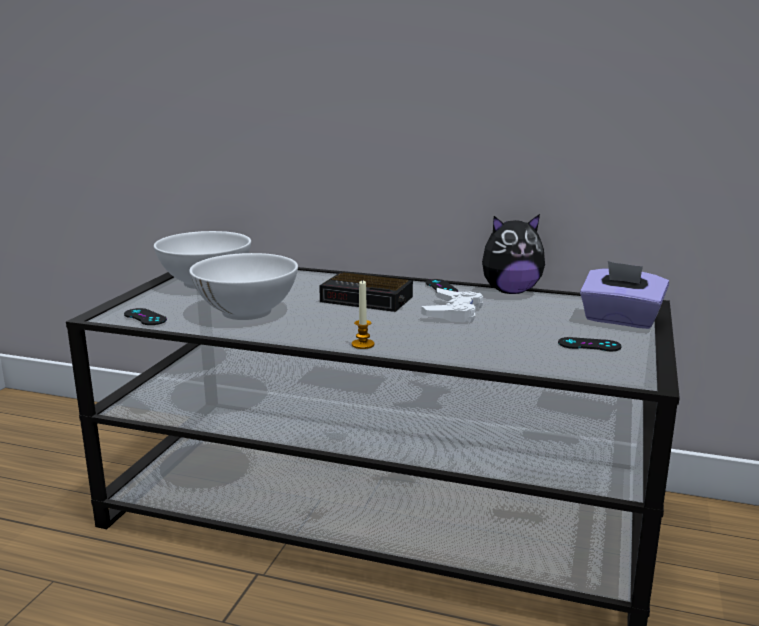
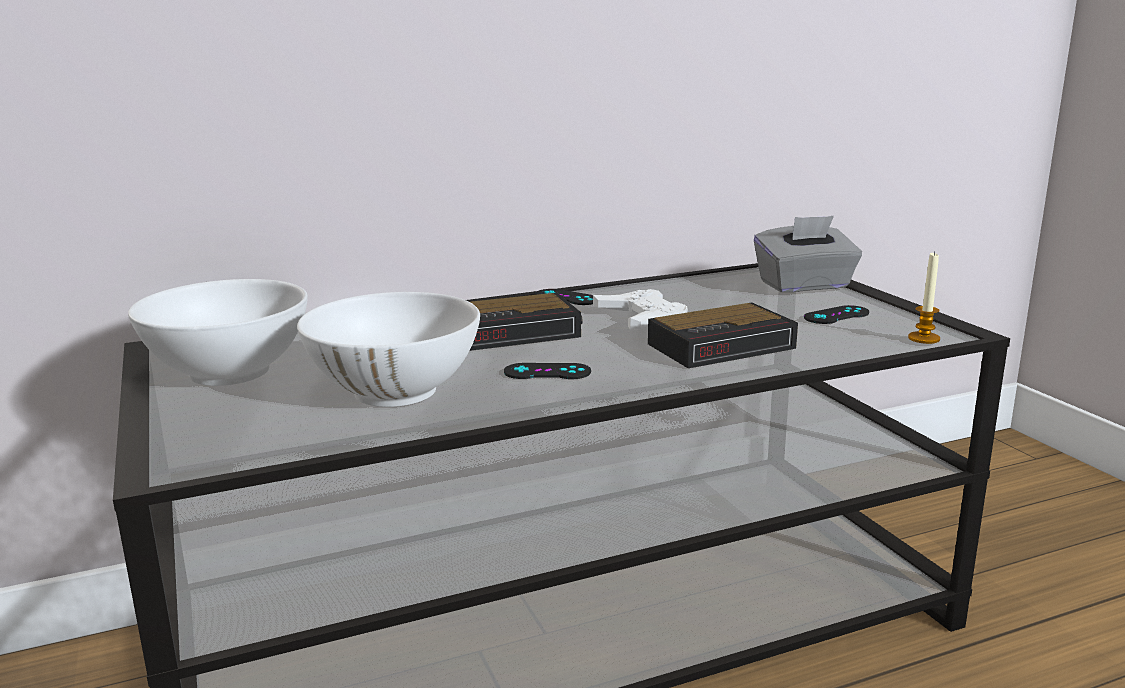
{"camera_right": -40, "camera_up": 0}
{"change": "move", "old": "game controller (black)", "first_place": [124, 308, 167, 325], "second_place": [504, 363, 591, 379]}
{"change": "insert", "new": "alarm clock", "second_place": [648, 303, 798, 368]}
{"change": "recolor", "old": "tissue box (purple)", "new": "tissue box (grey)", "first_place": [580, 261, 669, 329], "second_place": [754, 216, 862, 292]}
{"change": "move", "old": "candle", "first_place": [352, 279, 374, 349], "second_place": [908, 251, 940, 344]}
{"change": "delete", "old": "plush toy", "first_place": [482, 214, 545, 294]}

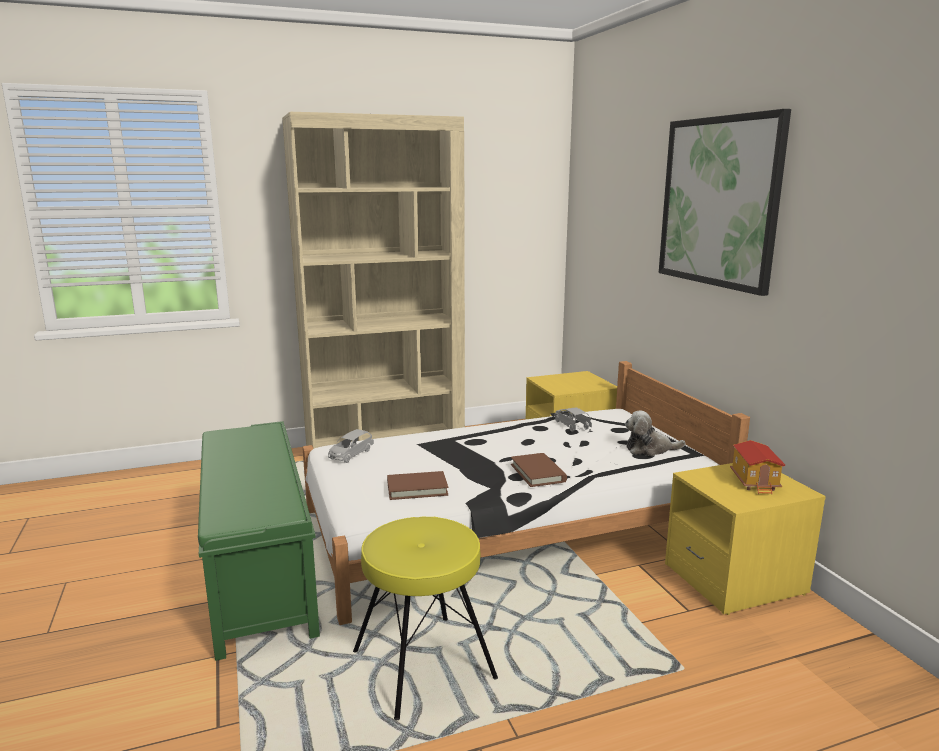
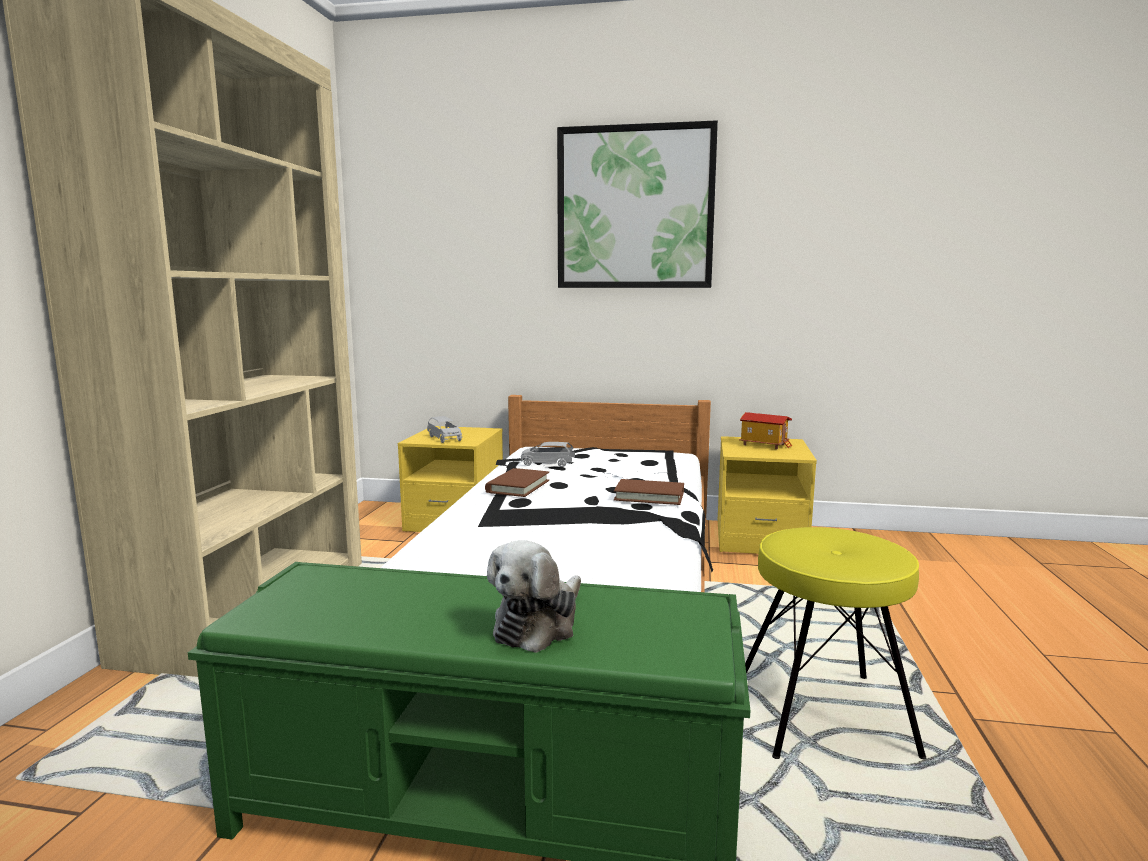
{"camera_right": -60, "camera_up": -5}
{"change": "move", "old": "toy car (grey)", "first_place": [328, 429, 374, 463], "second_place": [427, 416, 462, 443]}
{"change": "move", "old": "book (brown)", "first_place": [387, 471, 448, 500], "second_place": [485, 468, 549, 497]}
{"change": "move", "old": "plush toy", "first_place": [625, 411, 685, 456], "second_place": [487, 540, 581, 653]}

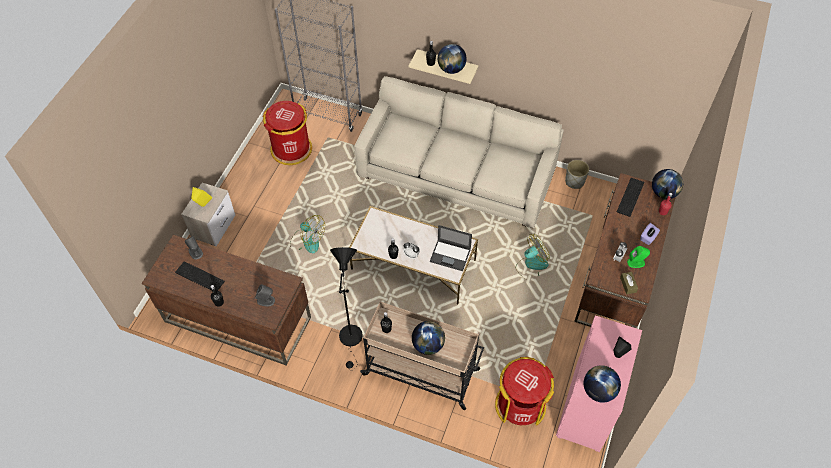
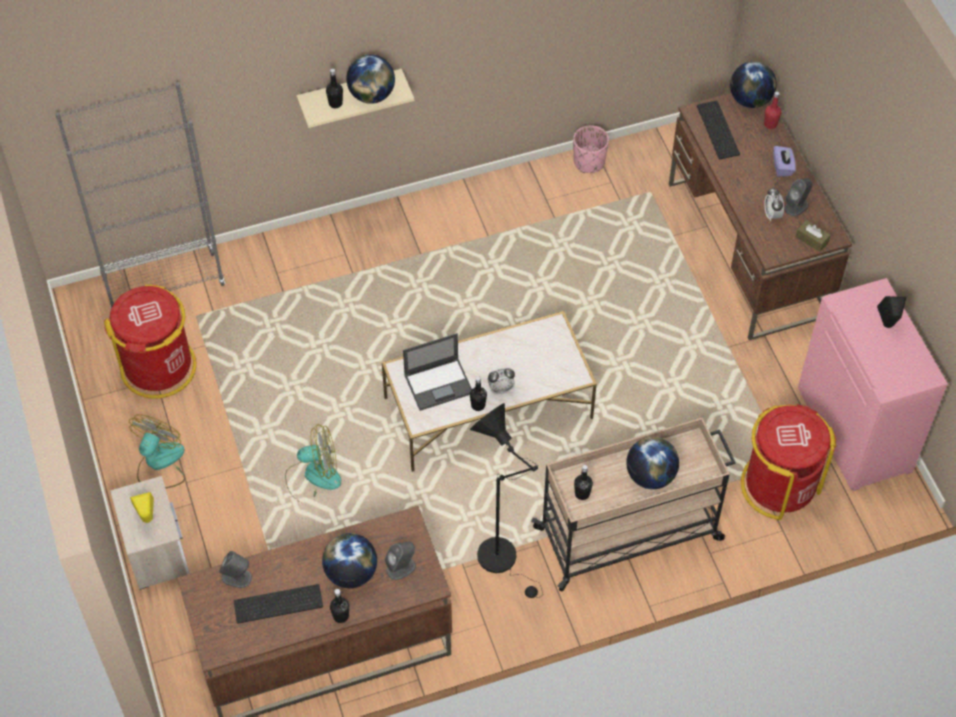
{"camera_right": -40, "camera_up": 0}
{"change": "move", "old": "fan", "first_place": [516, 234, 550, 278], "second_place": [129, 414, 185, 488]}
{"change": "move", "old": "globe", "first_place": [584, 365, 621, 402], "second_place": [322, 533, 377, 588]}
{"change": "move", "old": "laptop", "first_place": [430, 225, 472, 271], "second_place": [403, 333, 472, 411]}
{"change": "recolor", "old": "planter (grey)", "new": "planter (pink)", "first_place": [565, 160, 589, 189], "second_place": [573, 125, 609, 173]}
{"change": "recolor", "old": "speaker (green)", "new": "speaker (grey)", "first_place": [627, 246, 650, 268], "second_place": [784, 178, 813, 216]}
{"change": "delete", "old": "sofa (beige)", "first_place": [354, 76, 564, 228]}

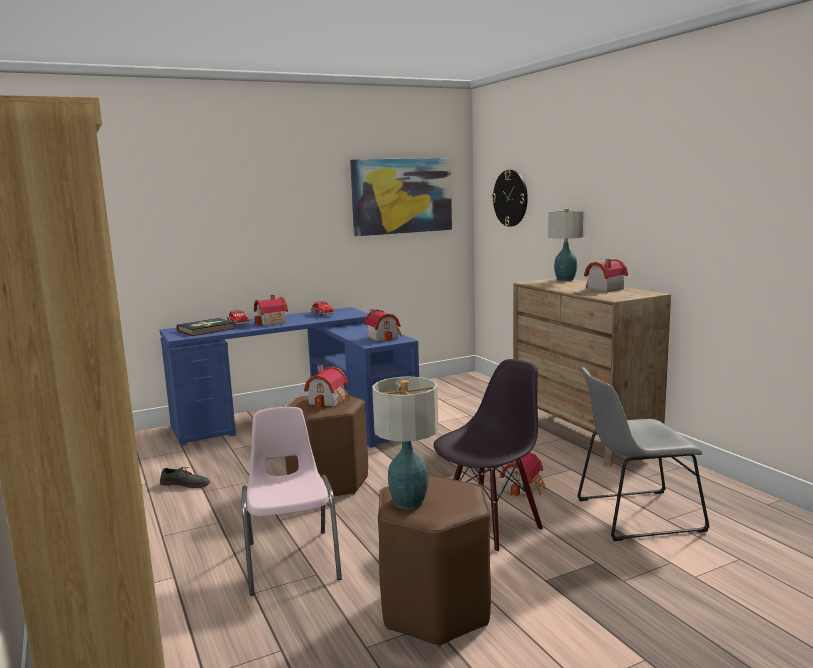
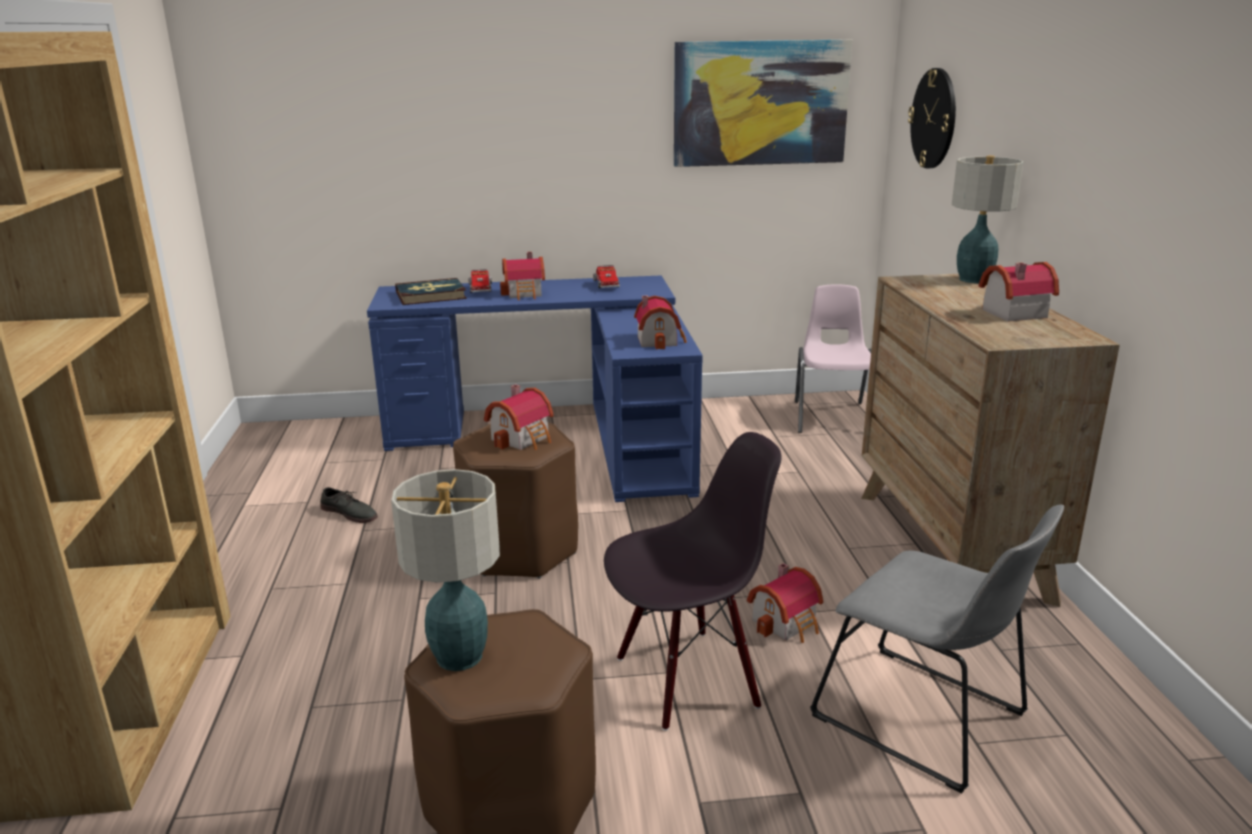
{"camera_right": 20, "camera_up": 10}
{"change": "move", "old": "chair (pink)", "first_place": [242, 407, 342, 596], "second_place": [795, 284, 871, 433]}
{"change": "rotate", "old": "chair (grey)", "first_place": [577, 367, 710, 541], "second_place": [810, 505, 1064, 794], "degrees": -150}

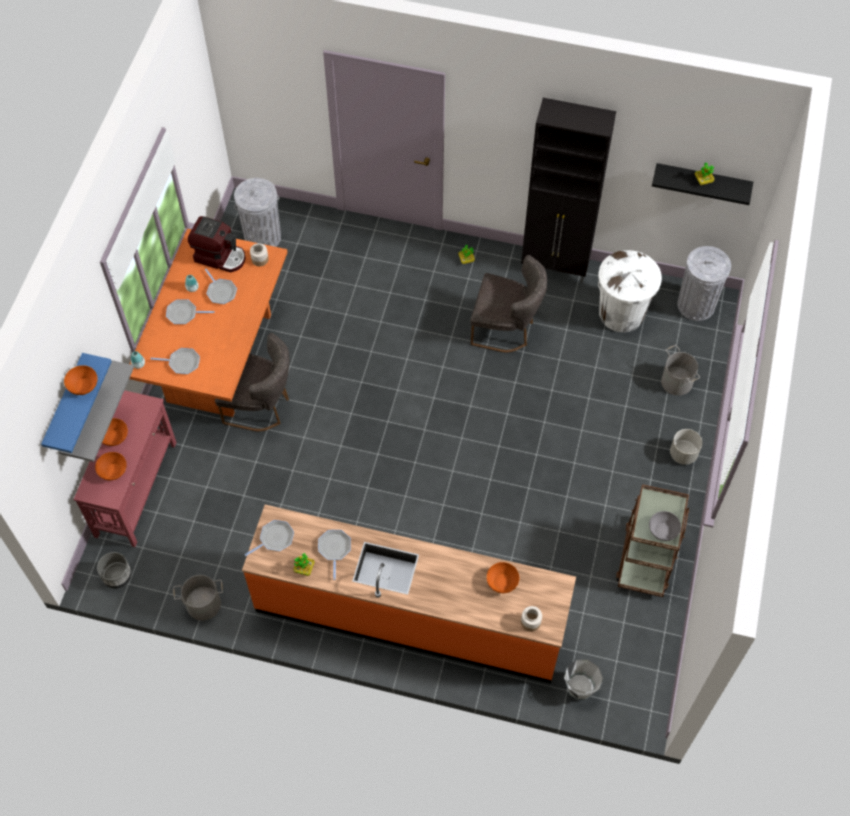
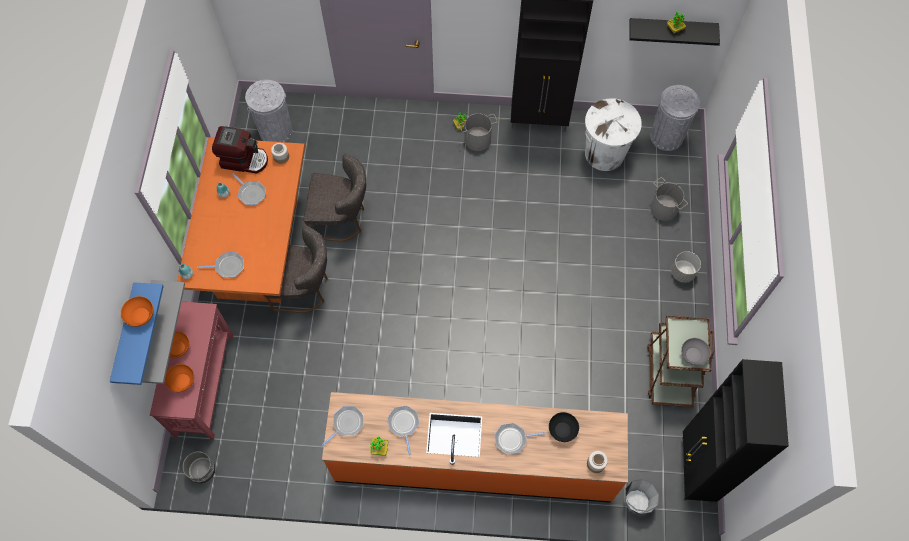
{"camera_right": -10, "camera_up": 5}
{"change": "move", "old": "chair (grey)", "first_place": [471, 255, 547, 353], "second_place": [303, 153, 366, 241]}
{"change": "move", "old": "bucket (grey)", "first_place": [173, 575, 223, 620], "second_place": [459, 113, 498, 151]}
{"change": "move", "old": "frying pan", "first_place": [166, 299, 215, 324], "second_place": [494, 423, 545, 454]}
{"change": "recolor", "old": "bowl (orange)", "new": "bowl (black)", "first_place": [487, 562, 519, 593], "second_place": [549, 412, 579, 442]}
{"change": "insert", "new": "cabinet (black)", "second_place": [682, 359, 789, 503]}

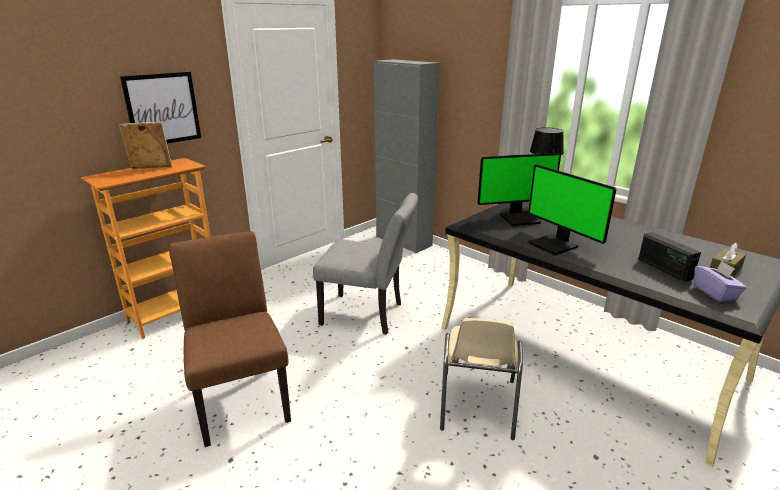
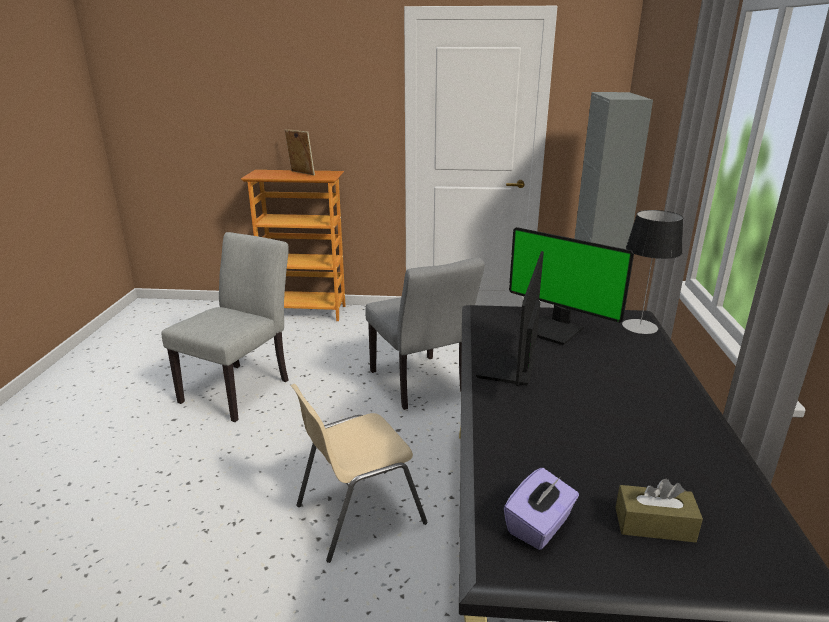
{"camera_right": 50, "camera_up": 0}
{"change": "recolor", "old": "chair (brown)", "new": "chair (grey)", "first_place": [169, 231, 291, 447], "second_place": [161, 232, 289, 422]}
{"change": "delete", "old": "picture", "first_place": [120, 72, 201, 144]}
{"change": "delete", "old": "radio", "first_place": [638, 232, 701, 282]}

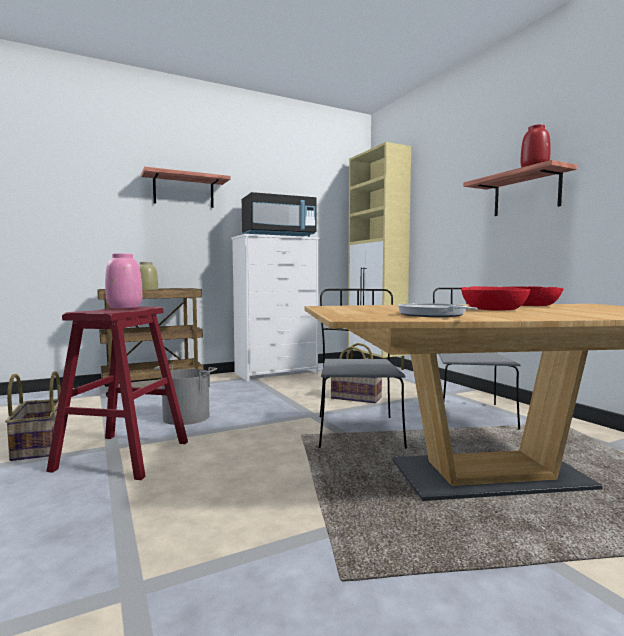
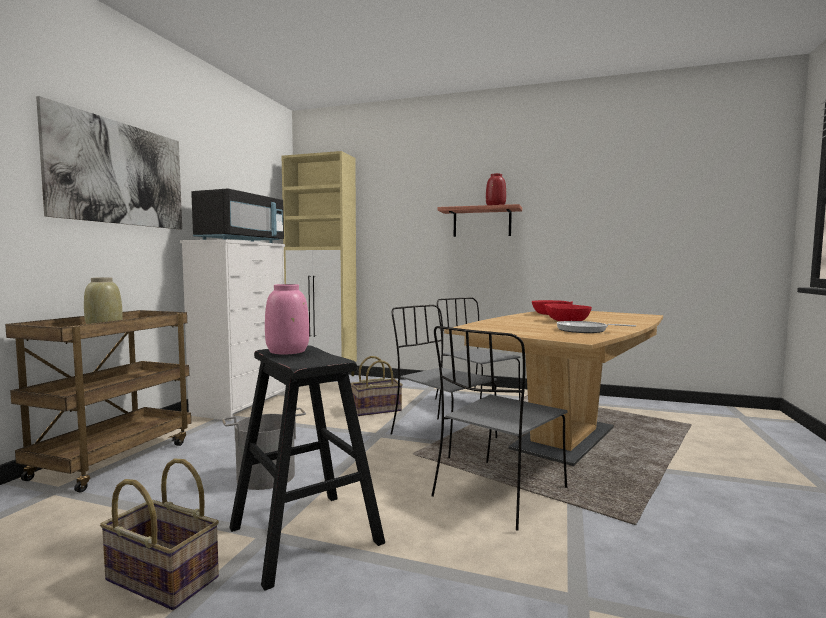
{"camera_right": -45, "camera_up": 0}
{"change": "replace", "old": "shelf", "new": "picture", "first_place": [141, 167, 230, 208], "second_place": [36, 96, 182, 229]}
{"change": "recolor", "old": "stool (red)", "new": "stool (black)", "first_place": [46, 306, 188, 480], "second_place": [229, 345, 385, 591]}
{"change": "insert", "new": "chair (grey)", "second_place": [431, 326, 567, 531]}

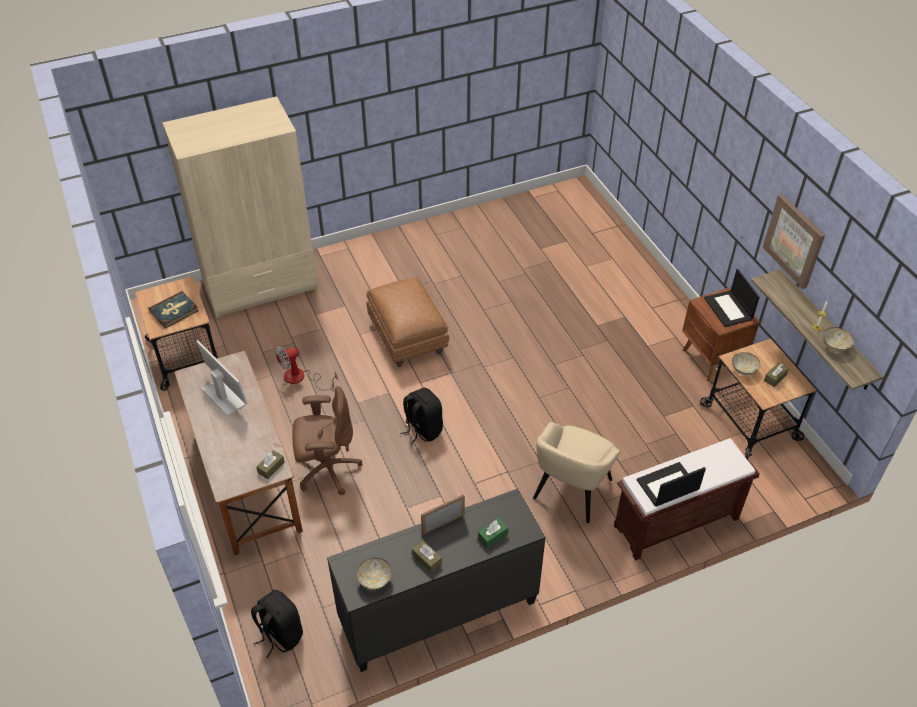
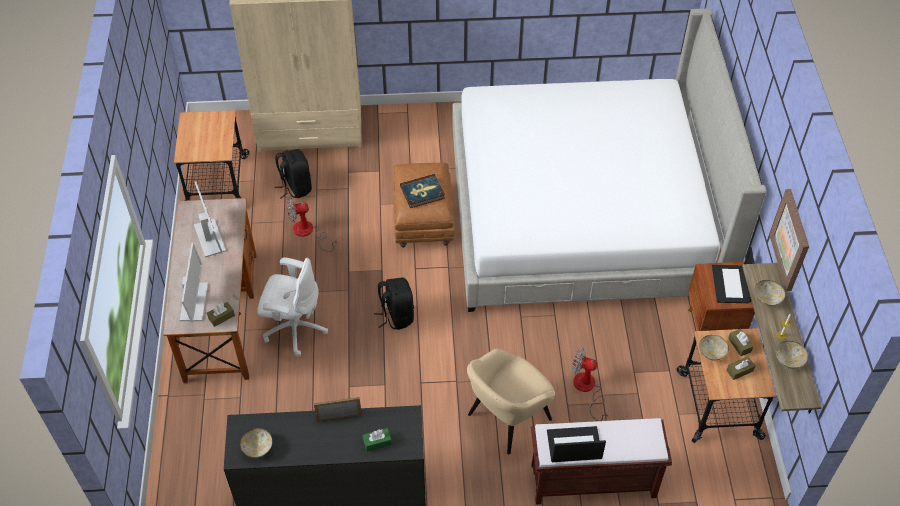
{"camera_right": 20, "camera_up": 5}
{"change": "insert", "new": "monitor", "second_place": [180, 243, 208, 322]}
{"change": "recolor", "old": "office chair (brown)", "new": "office chair (white)", "first_place": [292, 386, 362, 495], "second_place": [257, 258, 328, 356]}
{"change": "move", "old": "backpack (black)", "first_place": [251, 590, 303, 658], "second_place": [275, 149, 312, 198]}
{"change": "move", "old": "book", "first_place": [149, 291, 199, 328], "second_place": [400, 174, 445, 208]}
{"change": "insert", "new": "bed", "second_place": [453, 8, 767, 312]}
{"change": "insert", "new": "fan", "second_place": [572, 348, 609, 421]}
{"change": "move", "old": "tissue box (brown)", "first_place": [412, 541, 442, 573], "second_place": [728, 329, 753, 356]}
{"change": "insert", "new": "bowl", "second_place": [754, 280, 785, 306]}

